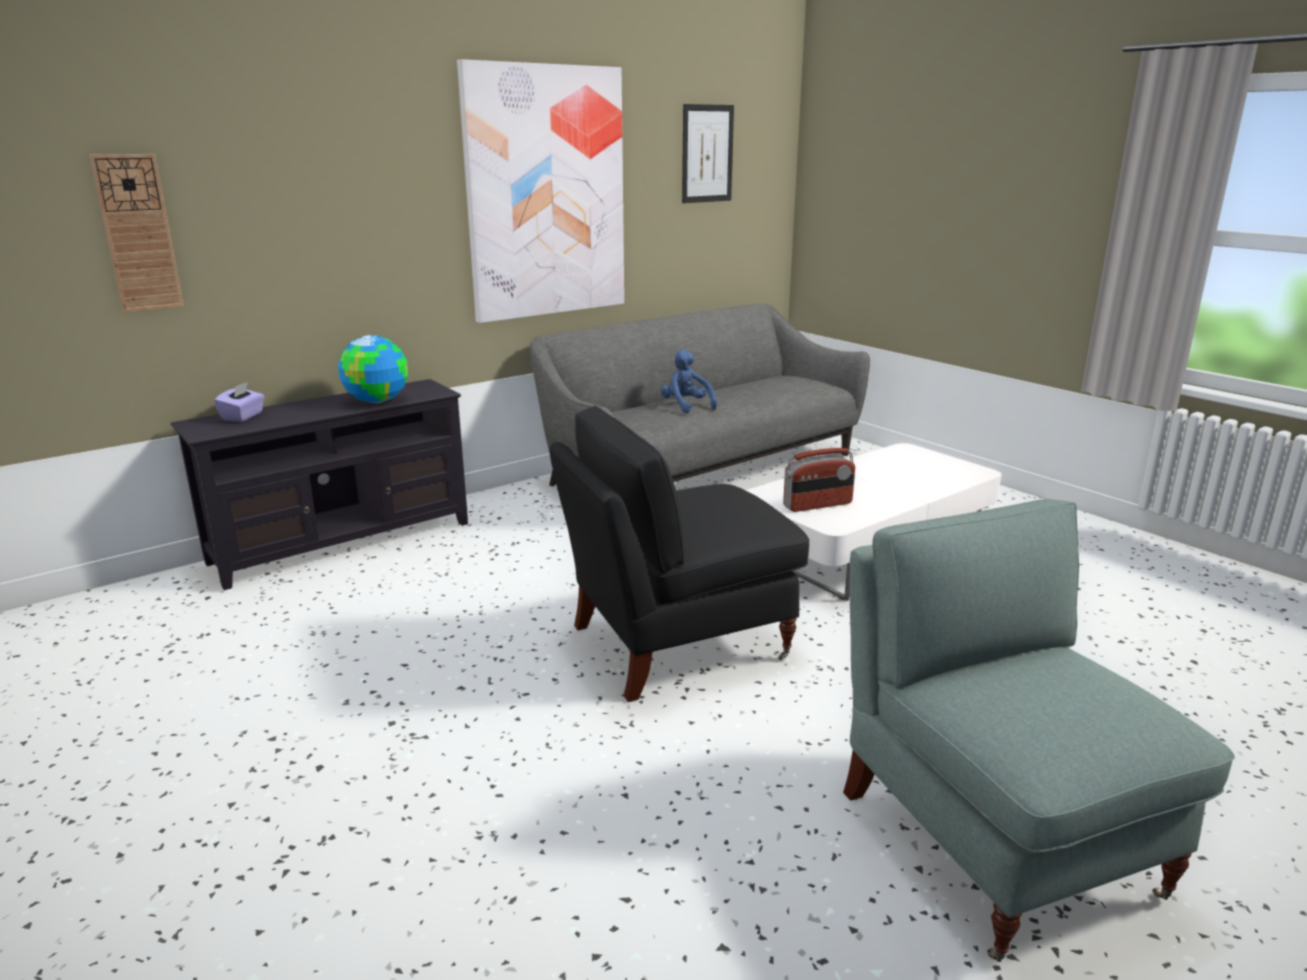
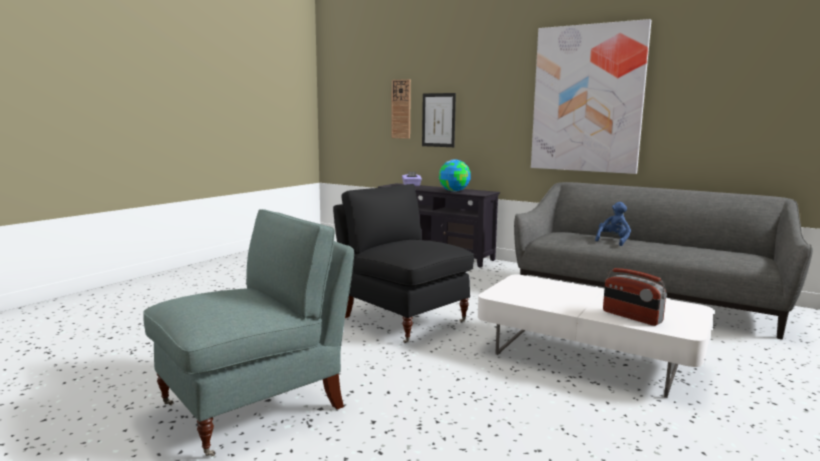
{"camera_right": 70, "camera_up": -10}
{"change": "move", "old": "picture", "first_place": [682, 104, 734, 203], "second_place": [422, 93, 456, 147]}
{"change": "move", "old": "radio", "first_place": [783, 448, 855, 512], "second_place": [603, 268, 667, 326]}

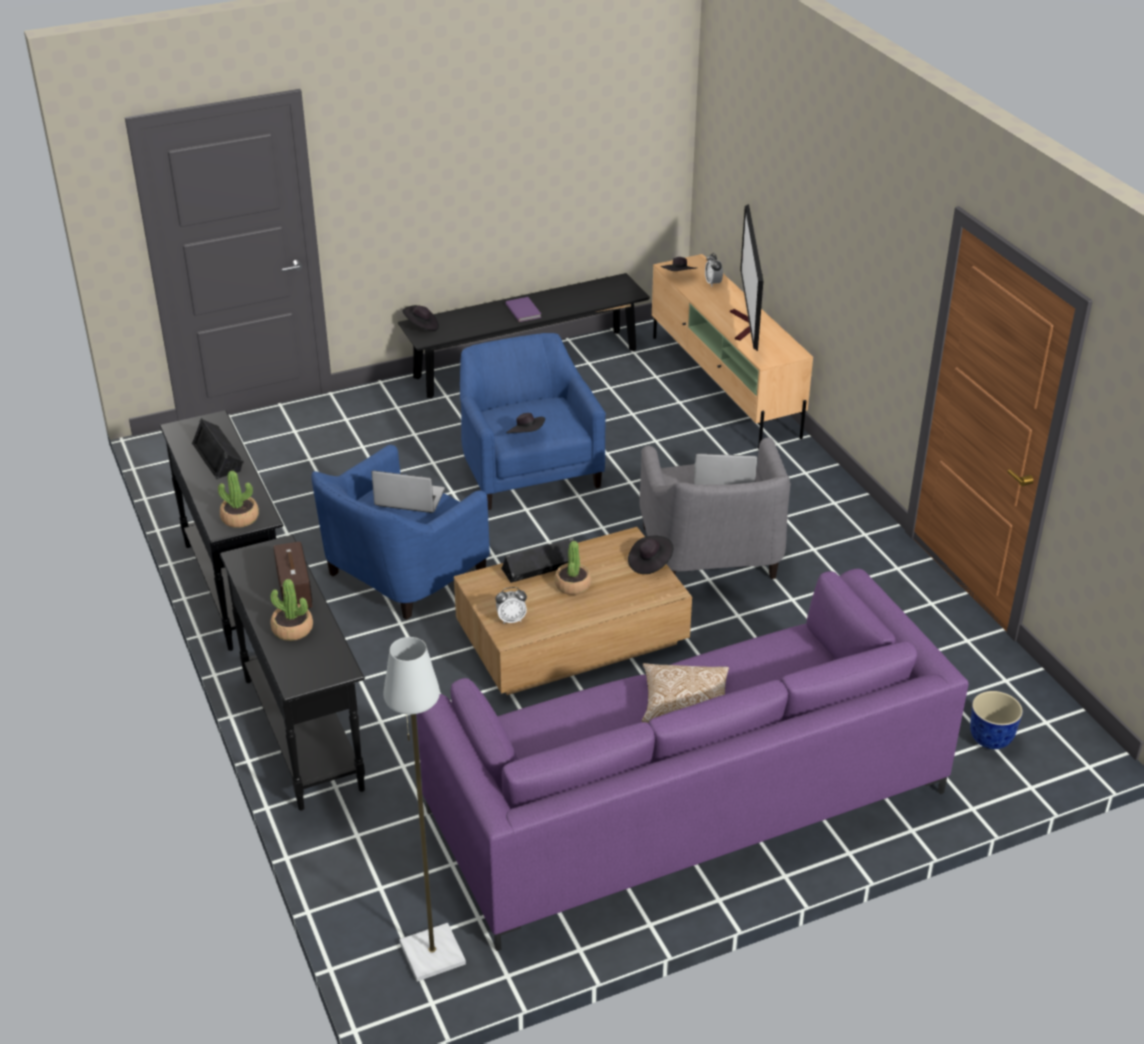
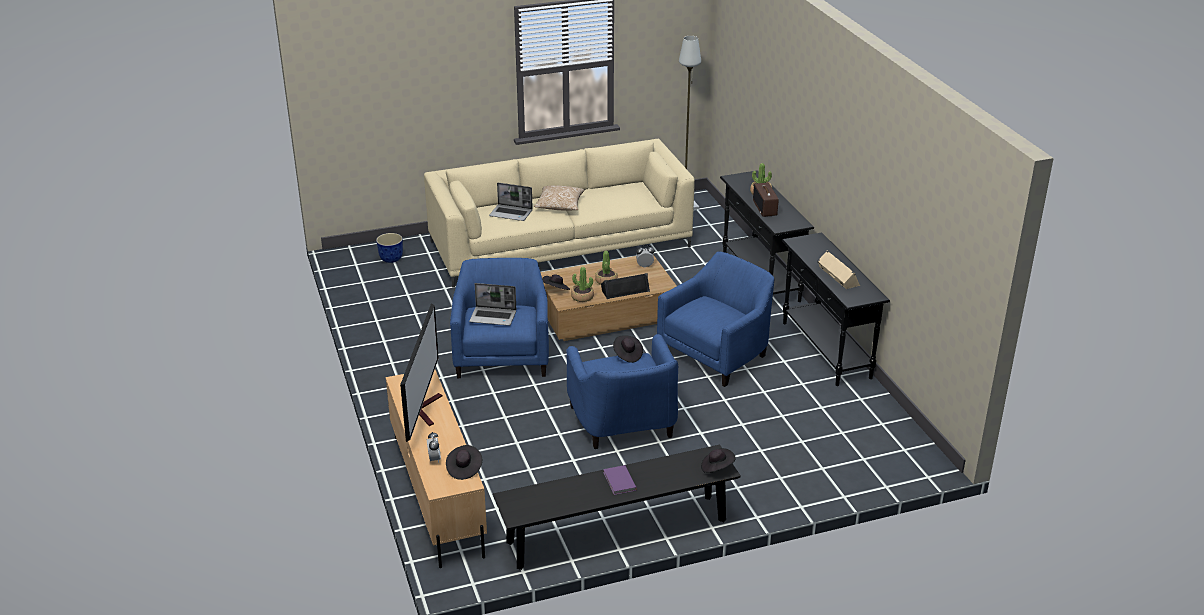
{"camera_right": -175, "camera_up": -5}
{"change": "recolor", "old": "sofa (purple)", "new": "sofa (beige)", "first_place": [416, 569, 969, 951], "second_place": [424, 139, 695, 288]}
{"change": "recolor", "old": "armchair (grey)", "new": "armchair (blue)", "first_place": [640, 437, 791, 579], "second_place": [450, 258, 549, 378]}
{"change": "move", "old": "laptop", "first_place": [371, 471, 445, 513], "second_place": [489, 183, 533, 221]}
{"change": "move", "old": "potted plant", "first_place": [218, 471, 259, 528], "second_place": [571, 267, 594, 302]}
{"change": "recolor", "old": "speaker (black)", "new": "speaker (beige)", "first_place": [192, 418, 244, 479], "second_place": [817, 250, 860, 289]}

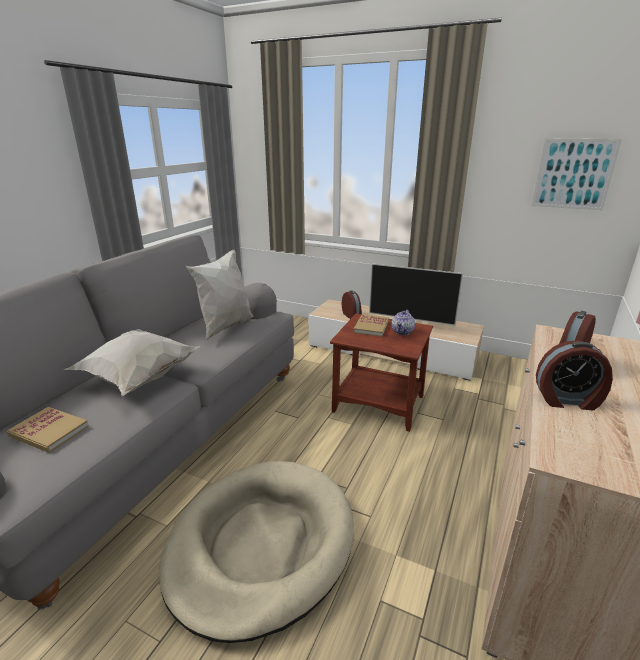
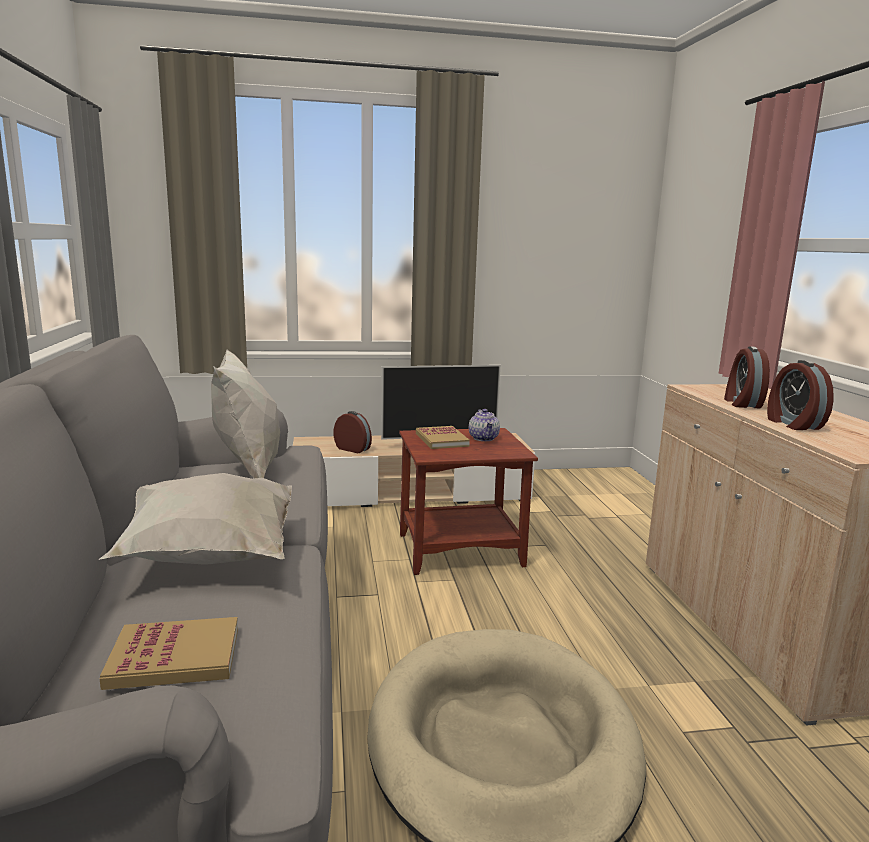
{"camera_right": -35, "camera_up": -10}
{"change": "rotate", "old": "alarm clock", "first_place": [536, 340, 613, 410], "second_place": [767, 360, 834, 430], "degrees": 105}
{"change": "delete", "old": "picture", "first_place": [531, 138, 622, 211]}

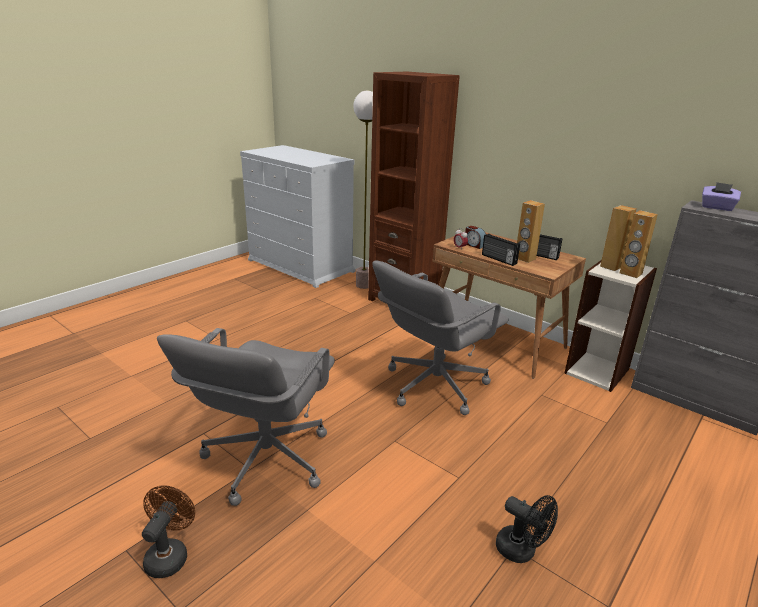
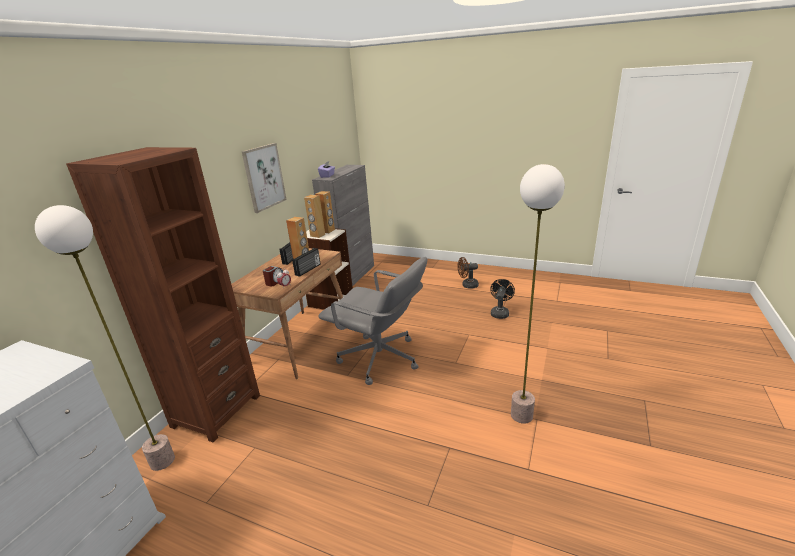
{"camera_right": -105, "camera_up": 0}
{"change": "insert", "new": "picture", "second_place": [242, 143, 287, 213]}
{"change": "move", "old": "fan (brown)", "first_place": [142, 485, 195, 578], "second_place": [457, 257, 479, 289]}
{"change": "replace", "old": "office chair (grey)", "new": "floor lamp", "first_place": [157, 328, 335, 506], "second_place": [511, 164, 565, 424]}

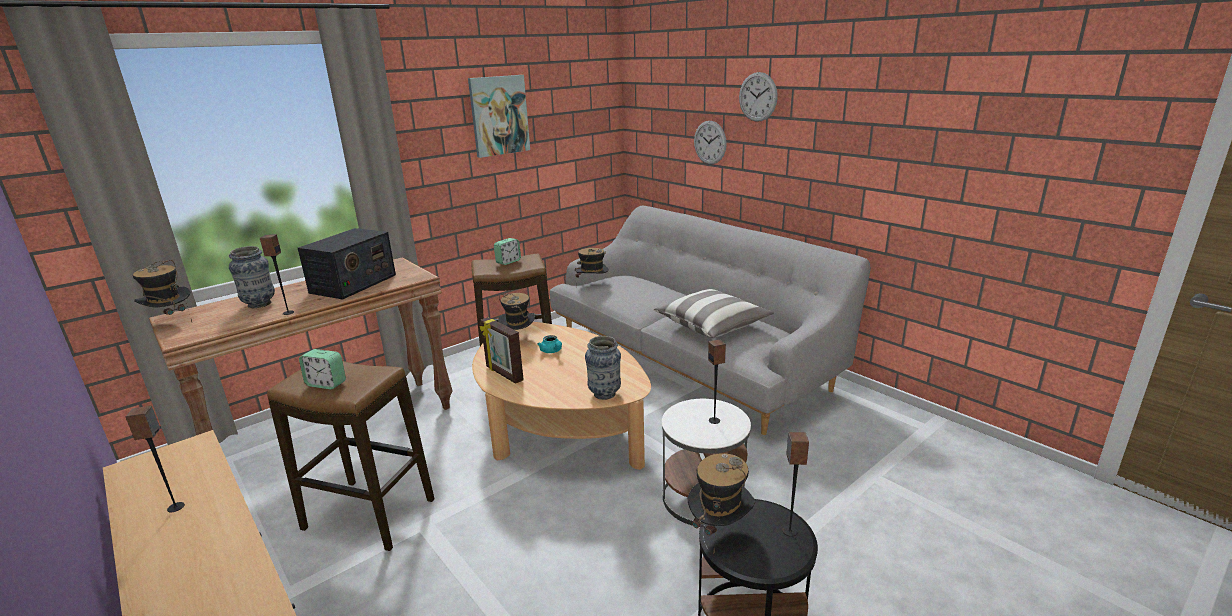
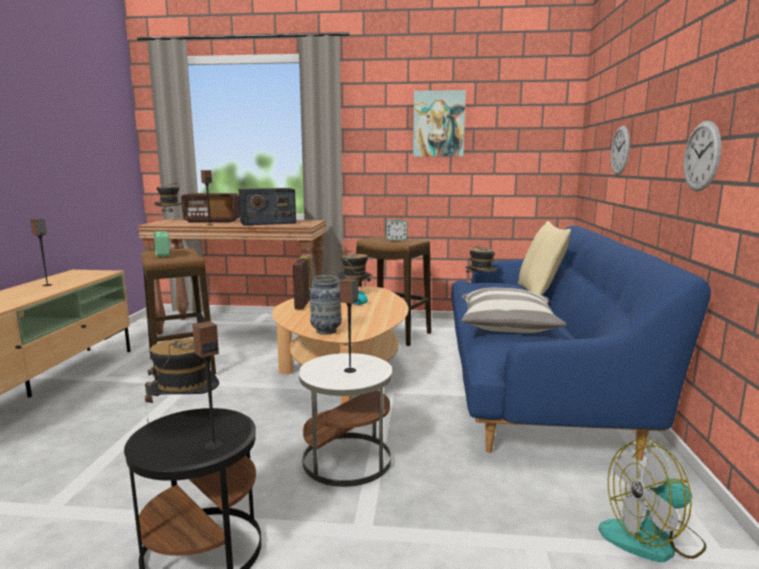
{"camera_right": 45, "camera_up": -10}
{"change": "replace", "old": "vase", "new": "radio", "first_place": [229, 246, 275, 308], "second_place": [181, 193, 240, 223]}
{"change": "recolor", "old": "sofa (grey)", "new": "sofa (blue)", "first_place": [550, 206, 871, 435], "second_place": [451, 226, 711, 461]}
{"change": "insert", "new": "pillow (beige)", "second_place": [518, 221, 571, 295]}
{"change": "insert", "new": "fan", "second_place": [598, 439, 706, 562]}
{"change": "move", "old": "wall clock", "first_place": [739, 72, 778, 122], "second_place": [683, 121, 721, 192]}

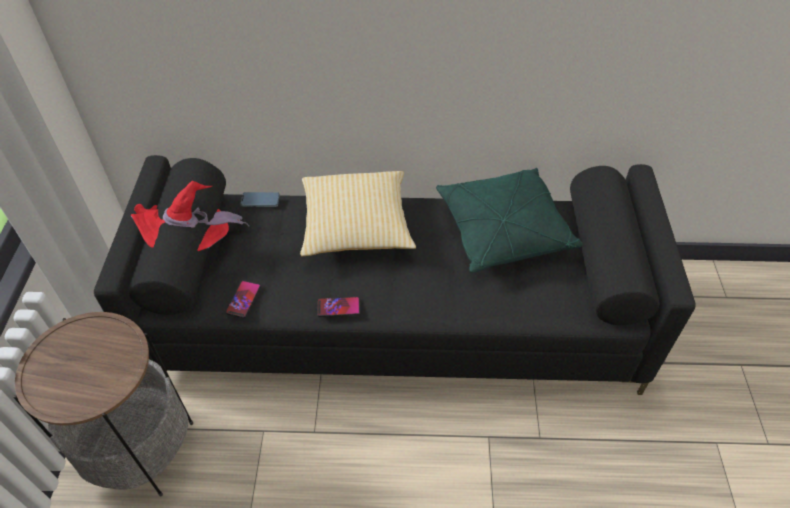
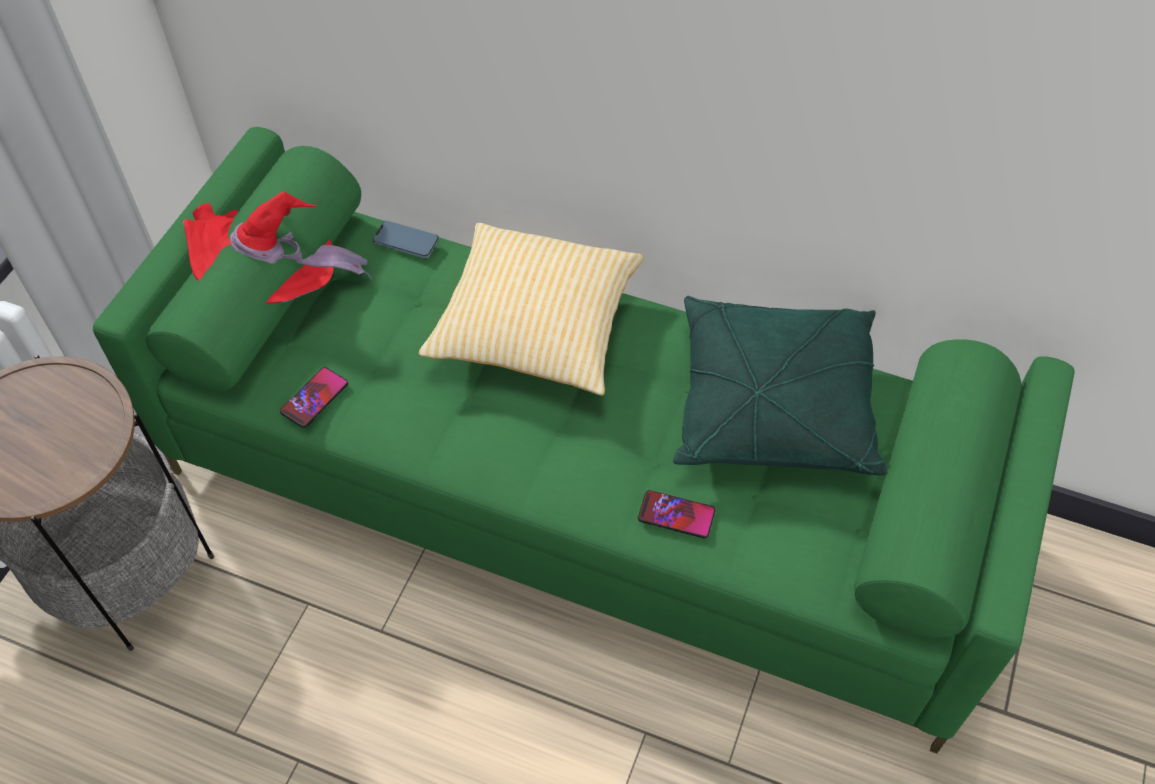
{"camera_right": 20, "camera_up": 5}
{"change": "recolor", "old": "sofa (black)", "new": "sofa (green)", "first_place": [94, 155, 696, 395], "second_place": [93, 127, 1075, 753]}
{"change": "move", "old": "phone", "first_place": [317, 297, 360, 317], "second_place": [638, 490, 715, 538]}

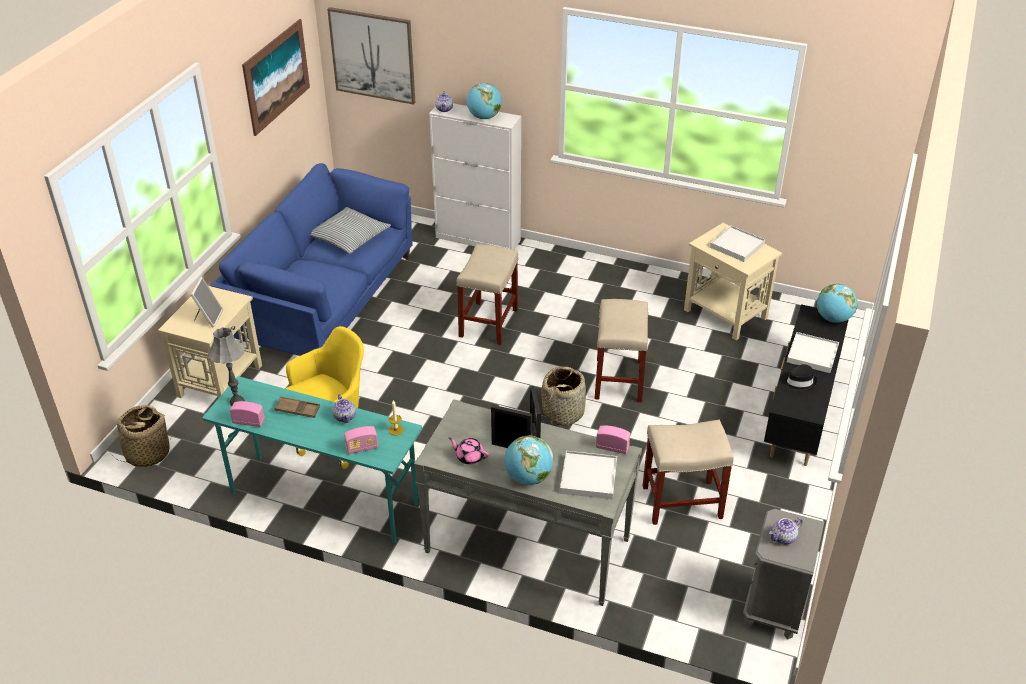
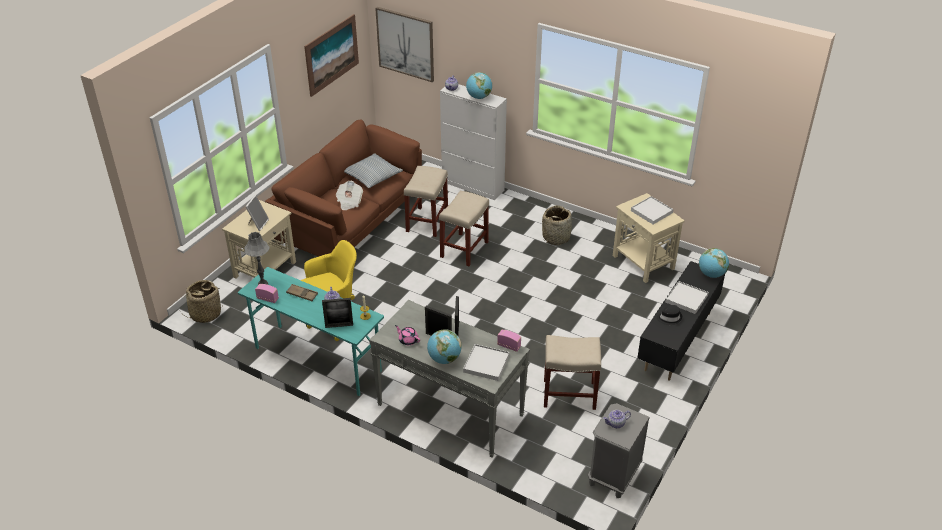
{"camera_right": 10, "camera_up": 0}
{"change": "recolor", "old": "sofa (blue)", "new": "sofa (brown)", "first_place": [210, 163, 413, 356], "second_place": [265, 120, 422, 257]}
{"change": "replace", "old": "radio", "new": "picture frame", "first_place": [344, 426, 378, 454], "second_place": [322, 298, 353, 328]}
{"change": "insert", "new": "newspaper", "second_place": [336, 181, 363, 210]}
{"change": "move", "old": "stool (beige)", "first_place": [594, 299, 648, 402], "second_place": [404, 166, 448, 237]}
{"change": "move", "old": "basket", "first_place": [541, 367, 586, 426], "second_place": [542, 206, 572, 245]}

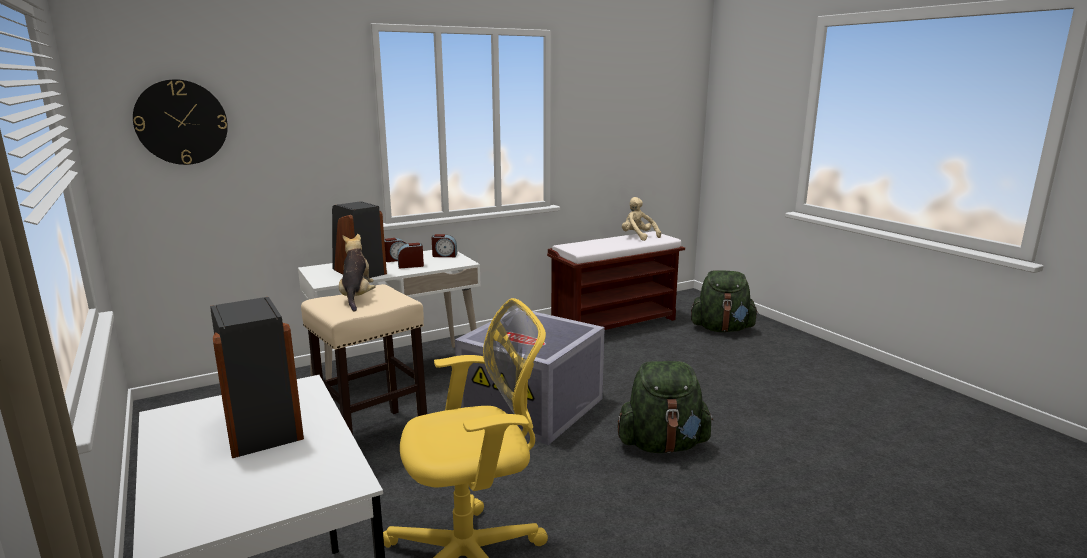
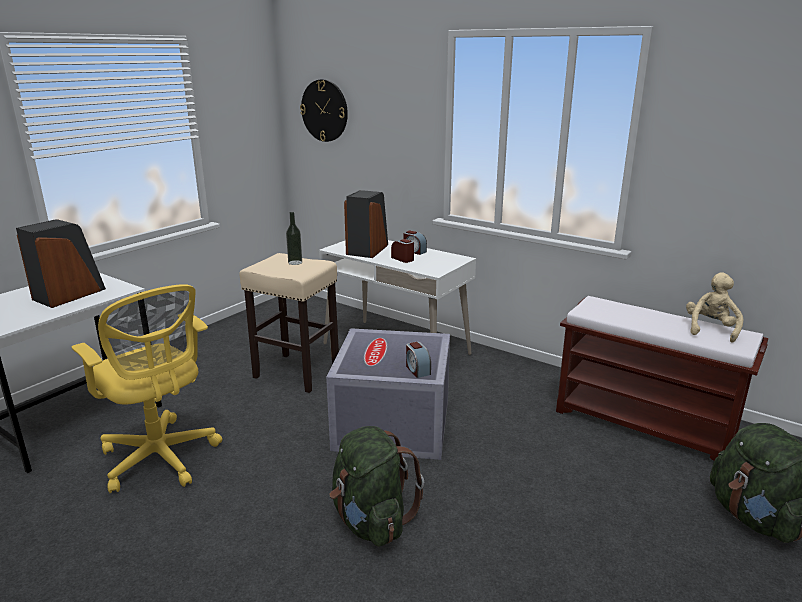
{"camera_right": 65, "camera_up": 5}
{"change": "replace", "old": "plush toy", "new": "bottle", "first_place": [339, 234, 376, 312], "second_place": [286, 212, 302, 265]}
{"change": "move", "old": "alarm clock", "first_place": [431, 234, 457, 257], "second_place": [406, 342, 431, 378]}

